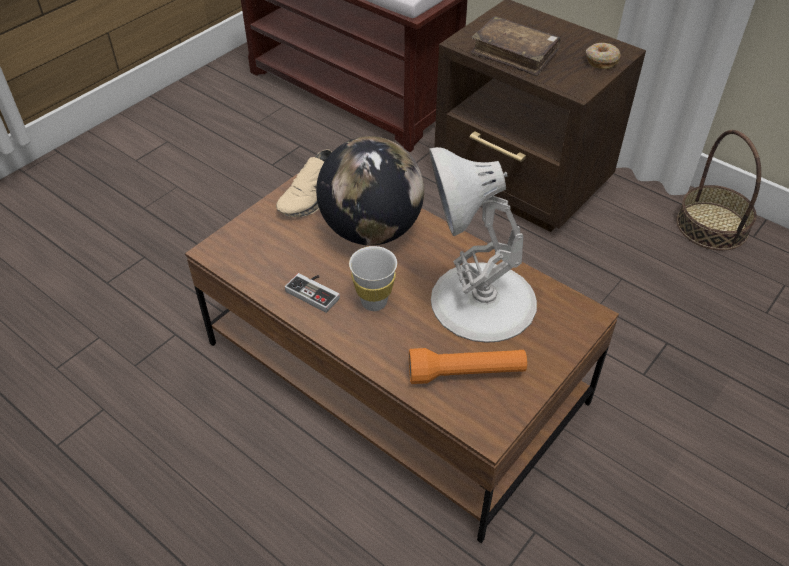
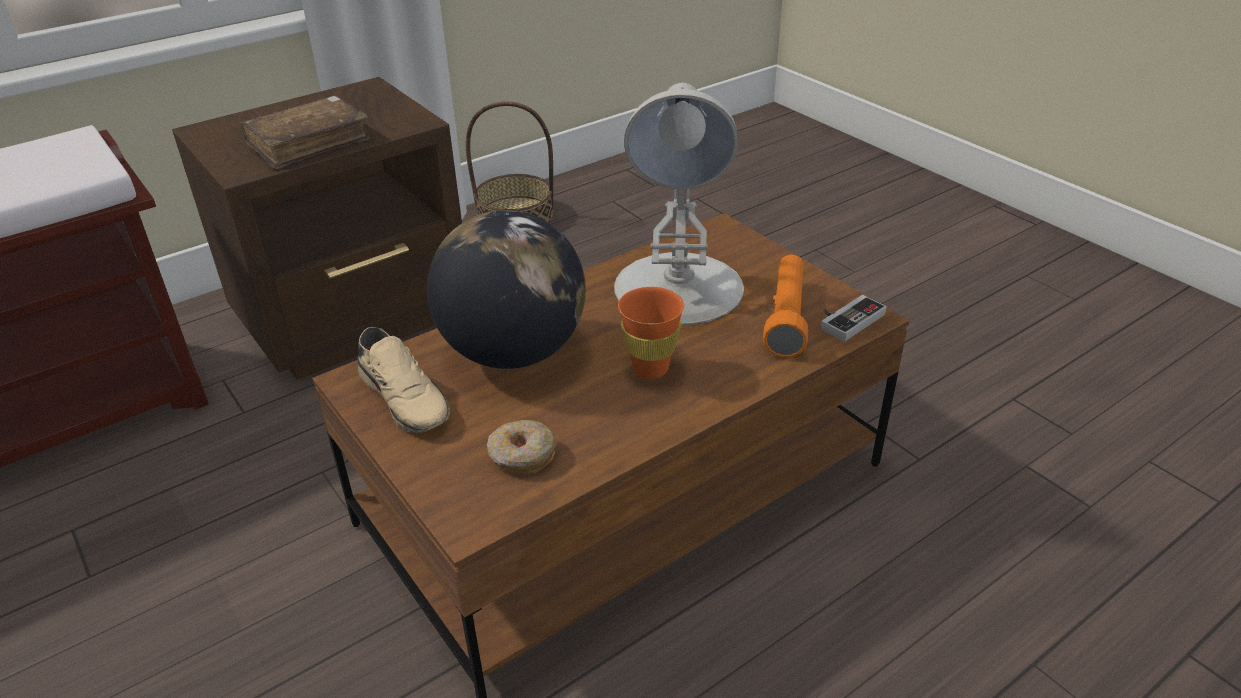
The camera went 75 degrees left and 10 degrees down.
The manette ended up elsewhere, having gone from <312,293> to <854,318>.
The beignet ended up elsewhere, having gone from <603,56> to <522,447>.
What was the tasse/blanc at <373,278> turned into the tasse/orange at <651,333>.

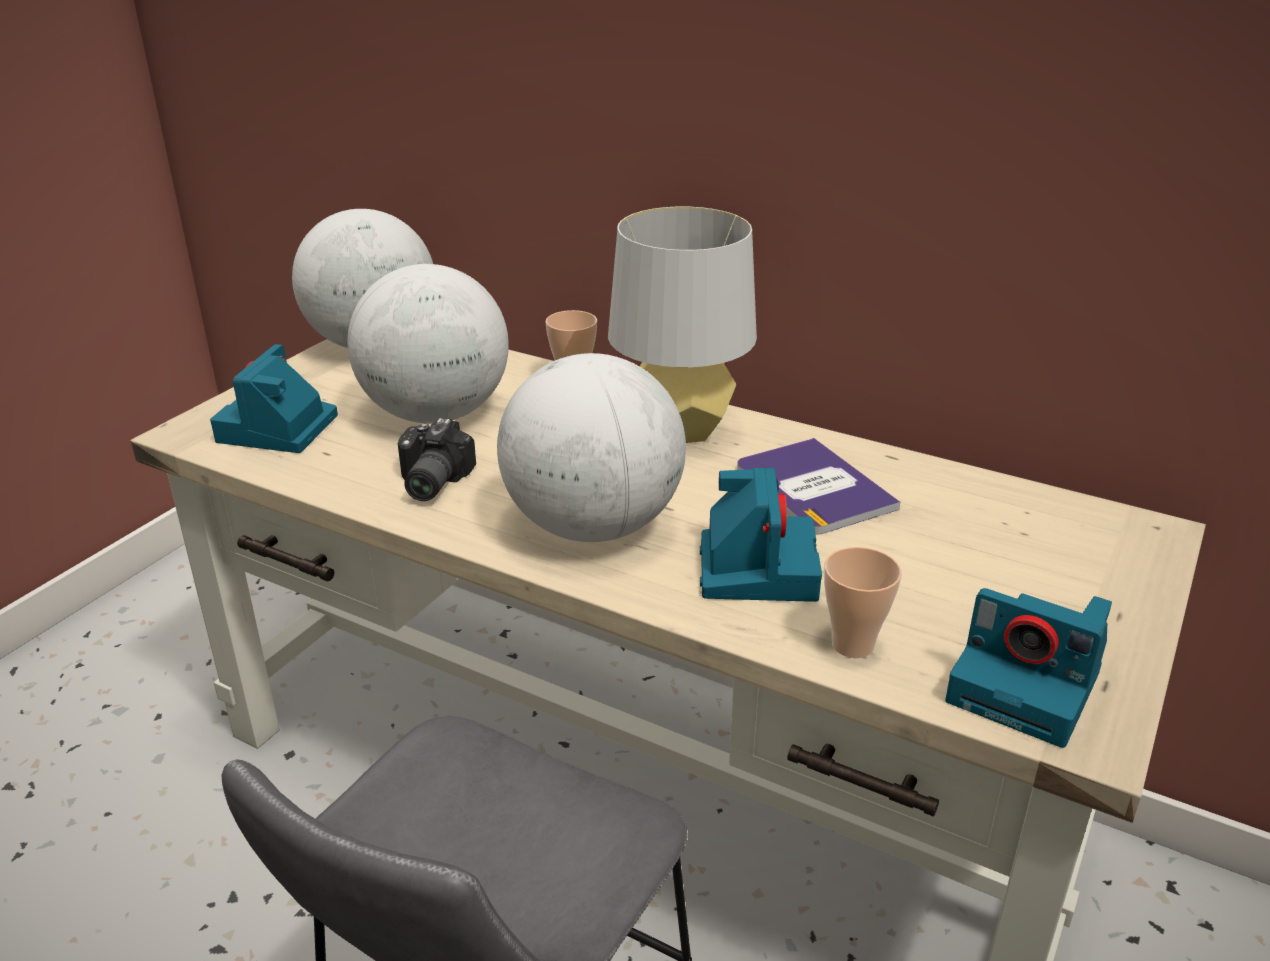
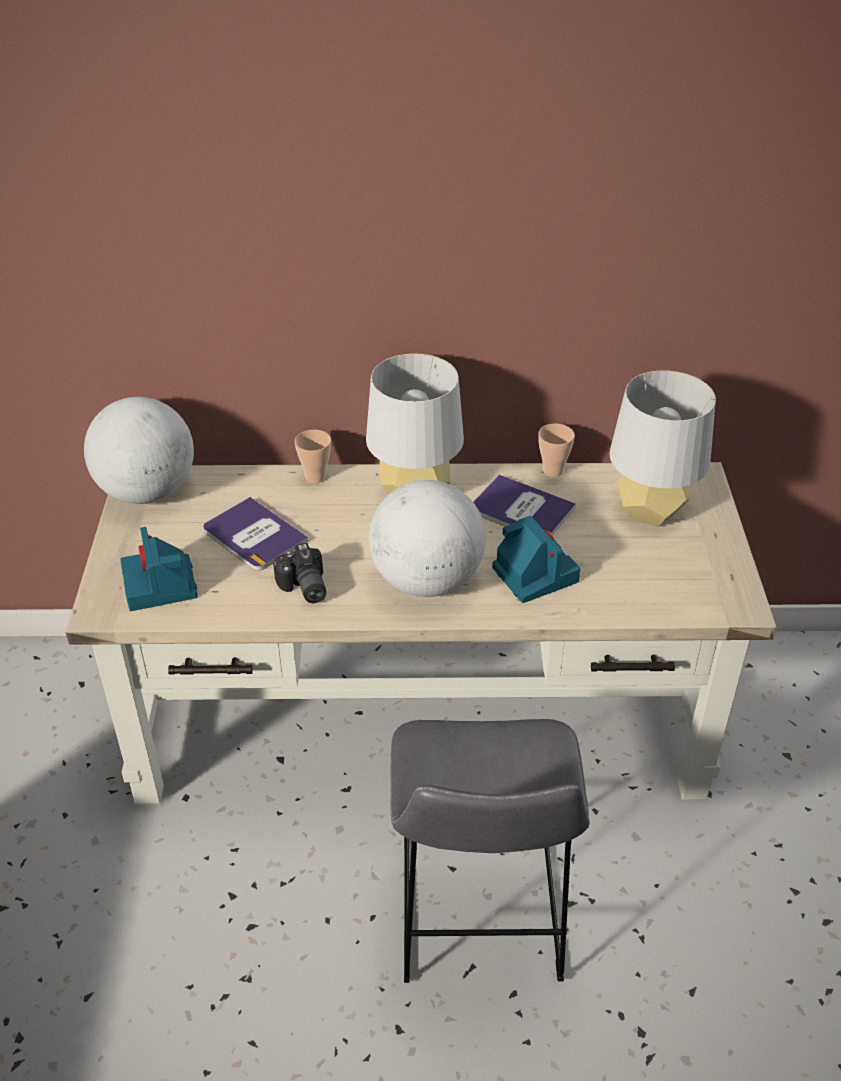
The camera went 30 degrees left and 10 degrees up.
The second view lost the appareil photo at <1028,668>.
The second view gained the lampe de table/gris at <662,448>.
The tasse ended up elsewhere, having gone from <863,602> to <556,450>.
Where the globe stood at <428,344>, the livre came to stand at <255,534>.

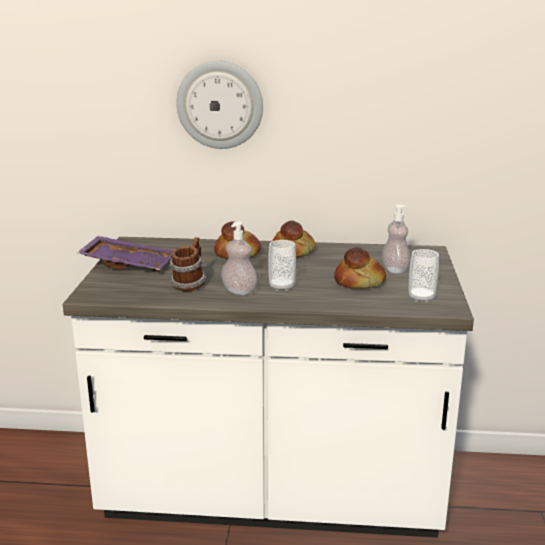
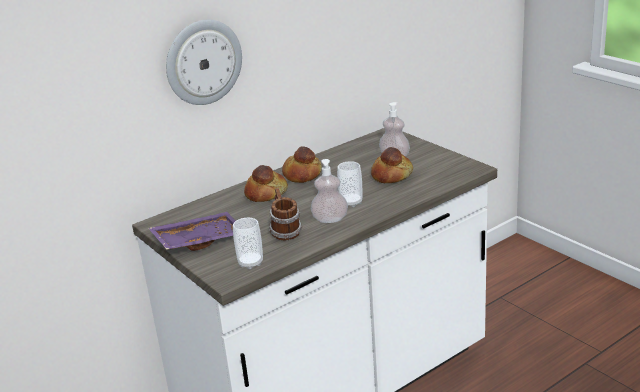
The camera went 40 degrees left and 5 degrees up.
The tasse ended up elsewhere, having gone from <424,276> to <248,243>.

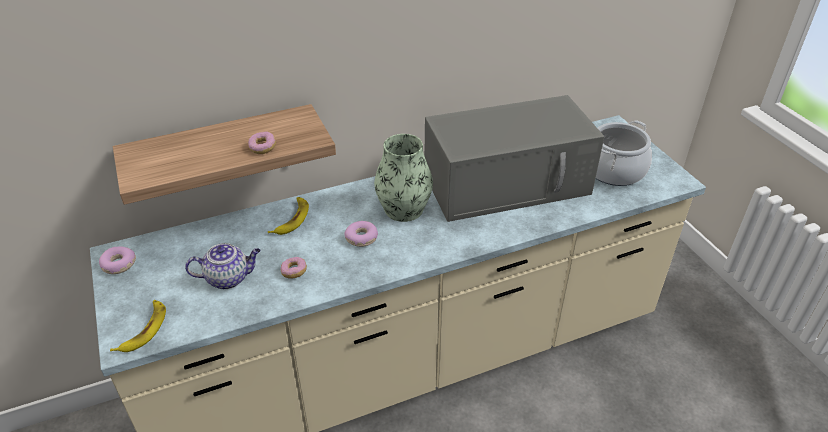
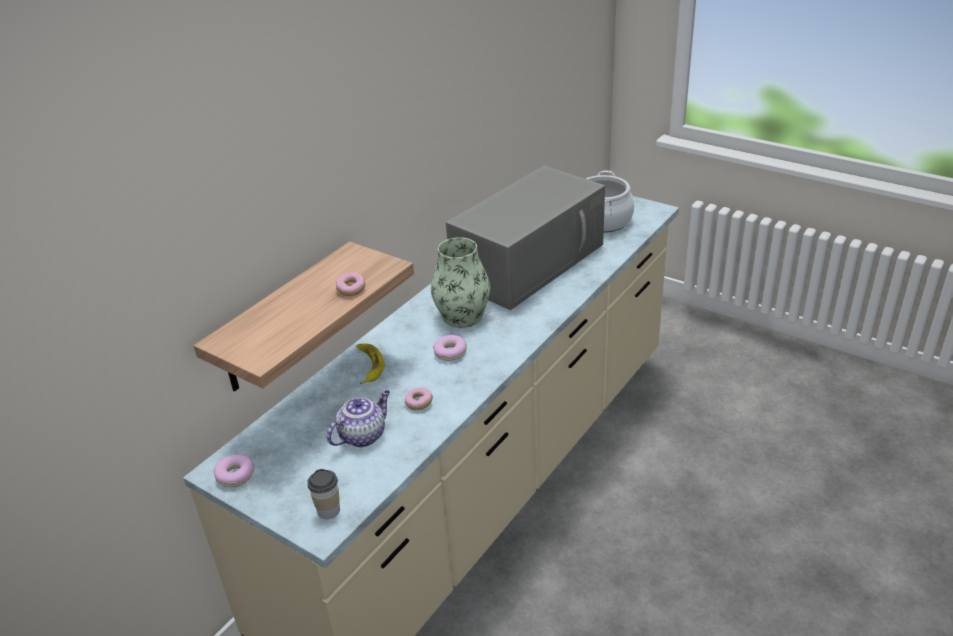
The camera went 30 degrees left and 5 degrees down.
Where the banane stood at <138,326>, the tasse came to stand at <323,494>.

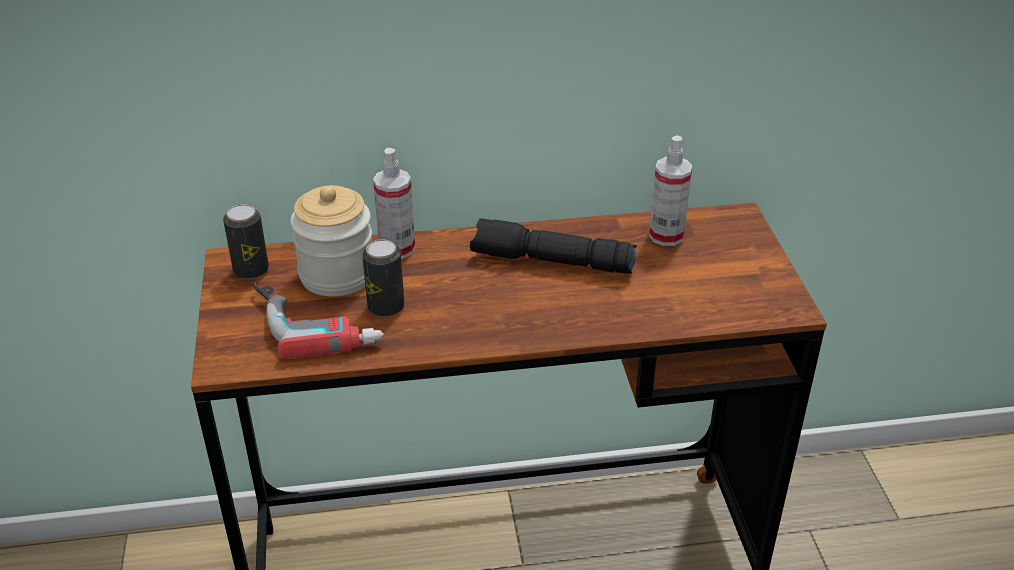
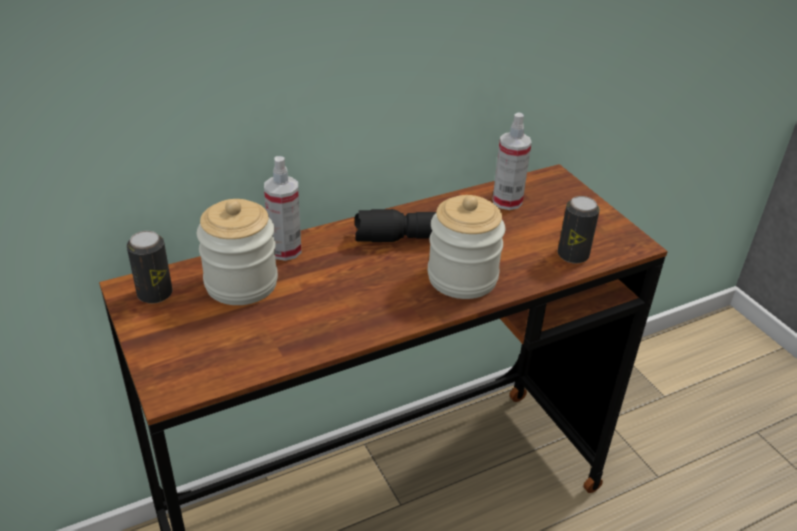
The camera went 20 degrees left and 0 degrees up.
The second view lost the perceuse at <318,320>.
The second view gained the bocal at <466,247>.
The boîte métallique ended up elsewhere, having gone from <383,278> to <579,230>.

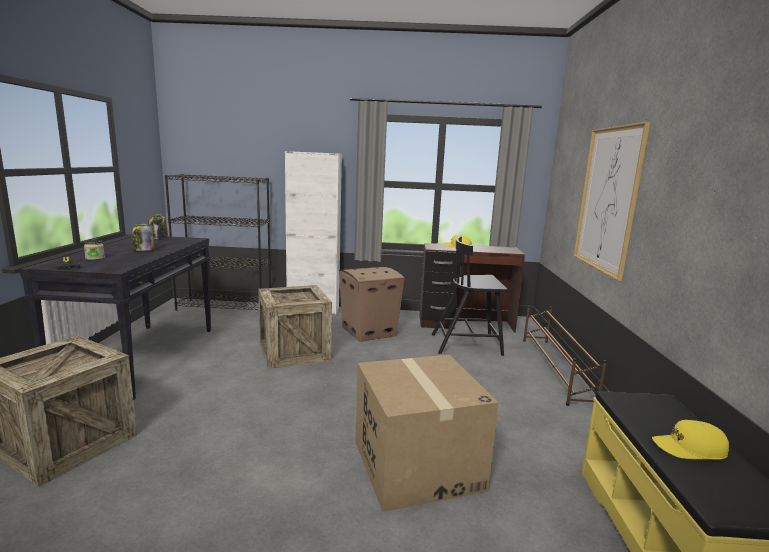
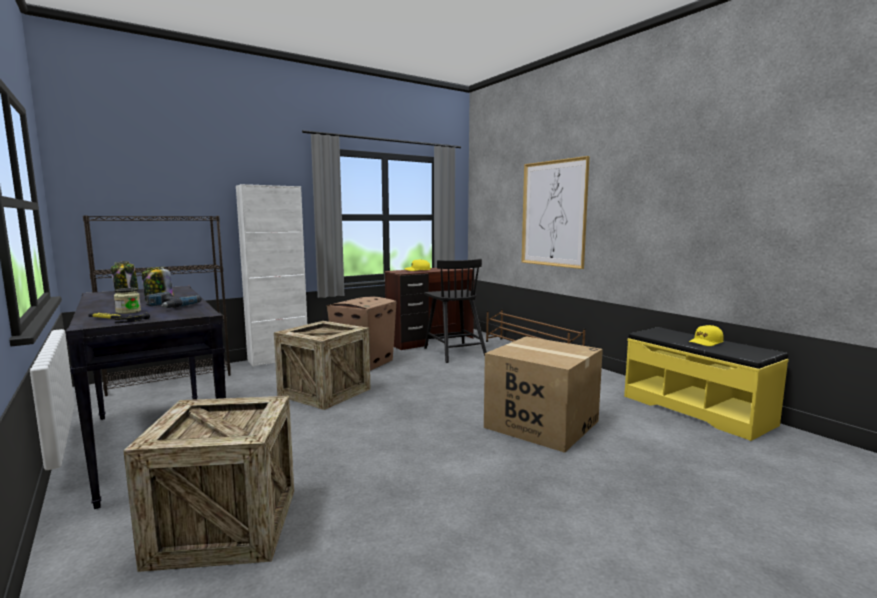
The camera went 35 degrees left and 5 degrees down.
The second view gained the perceuse at <174,300>.
The chaise/noir at <470,296> ended up facing another way, 75 degrees counterclockwise from before.

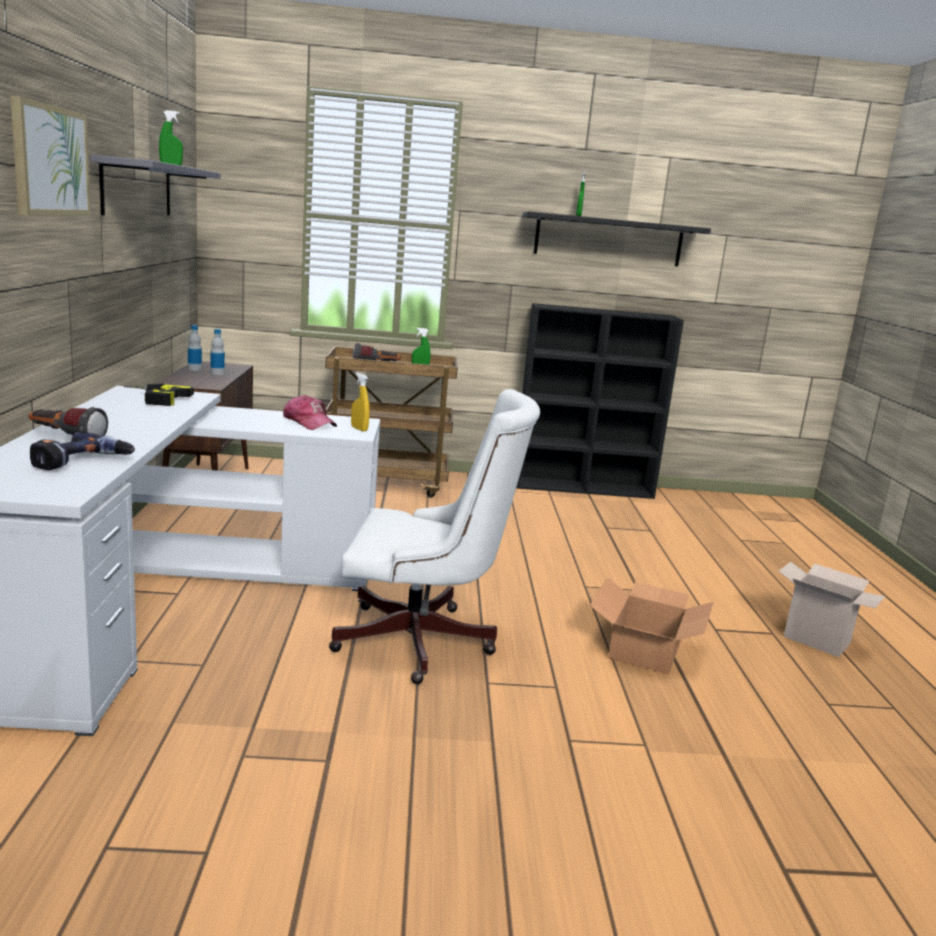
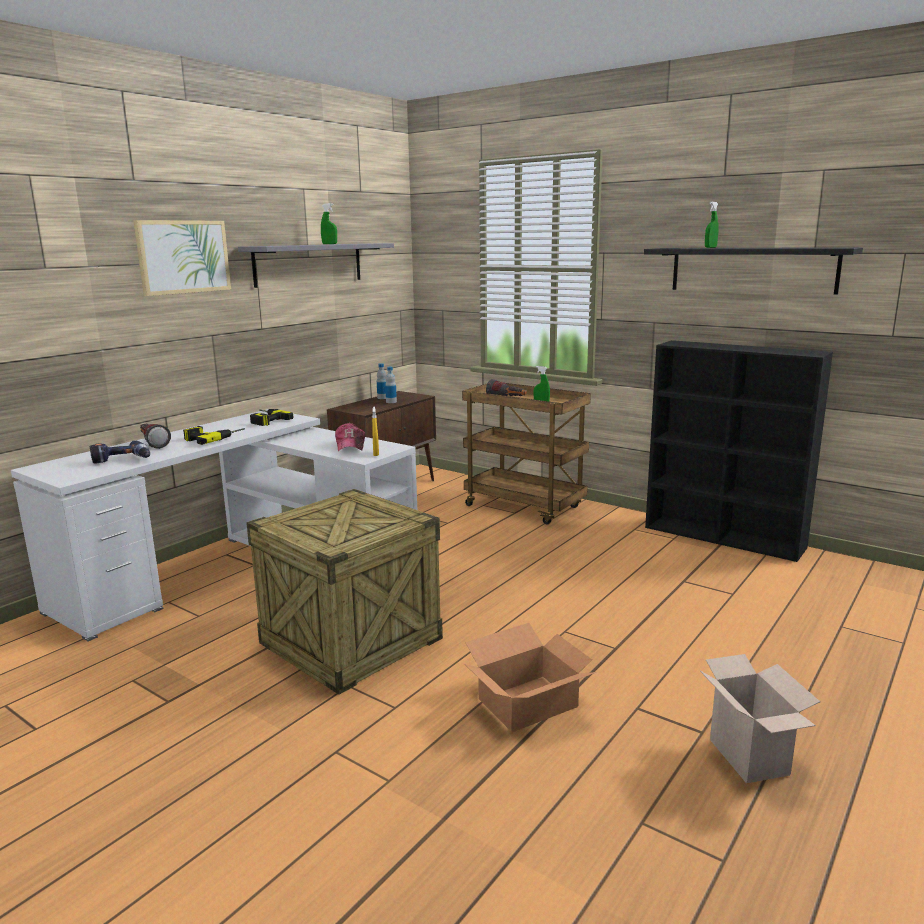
The camera went 40 degrees right and 0 degrees up.
The second view gained the perceuse at <214,435>.
Where the chaise de bureau/blanc stood at <434,536>, the caisse came to stand at <344,592>.

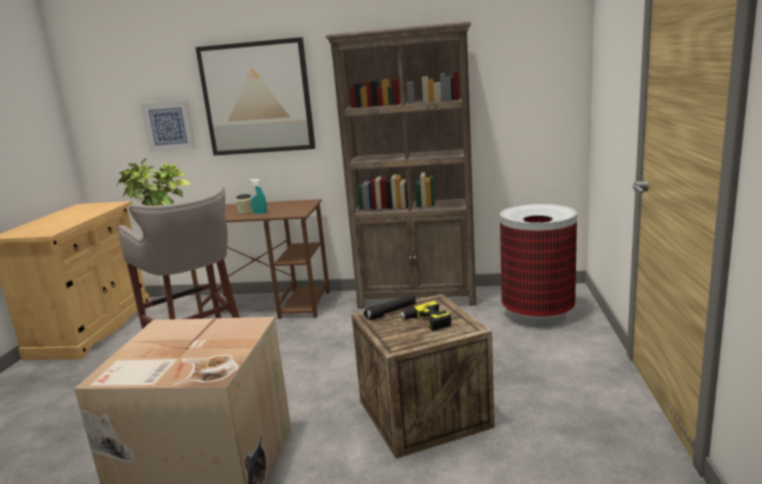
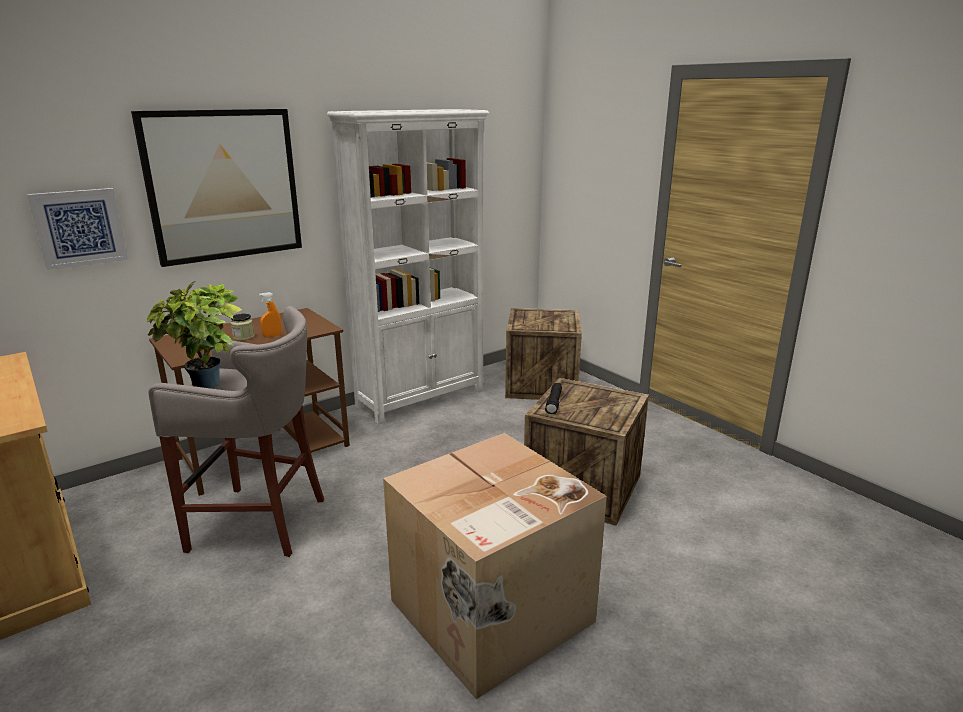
The camera went 45 degrees left and 5 degrees up.
The second view lost the perceuse at <417,316>.
Where the poubelle stood at <538,265>, the caisse came to stand at <543,354>.
What was the vaporisateur/turquoise at <258,196> turned into the vaporisateur/orange at <270,314>.
What was the bibliothèque/marron at <400,165> turned into the bibliothèque/blanc at <408,267>.

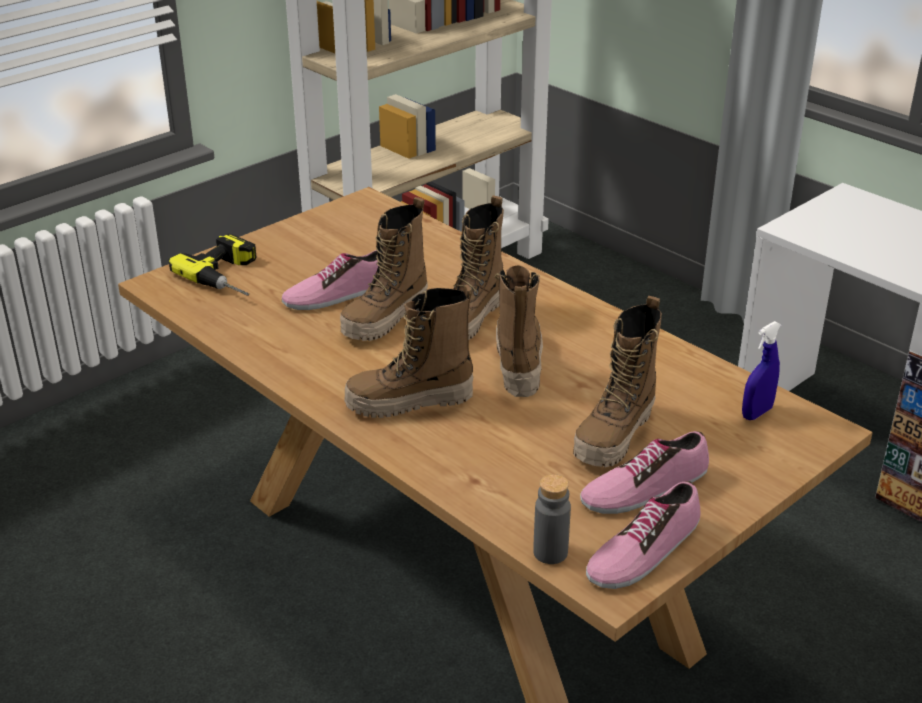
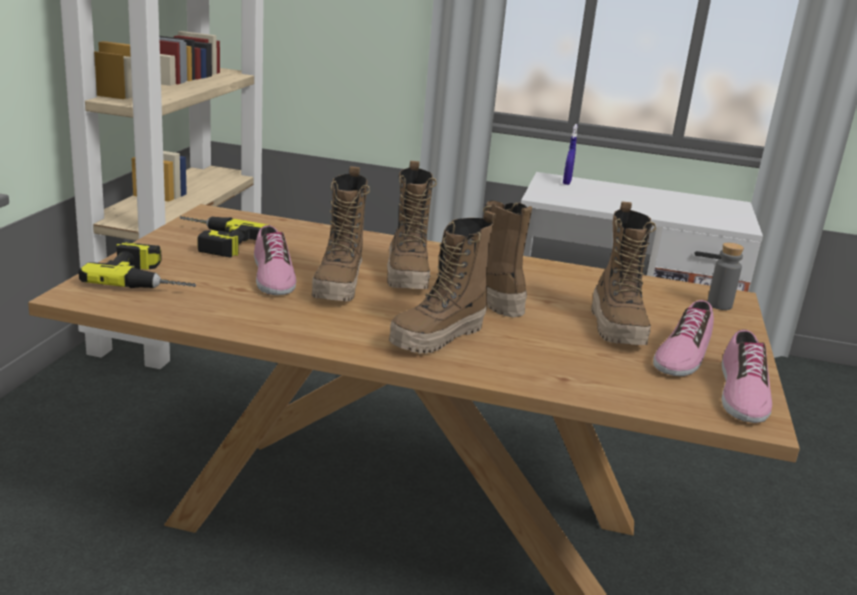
The camera went 35 degrees left and 10 degrees down.
The second view gained the perceuse at <223,237>.
The bouteille/gris ended up elsewhere, having gone from <552,519> to <725,276>.
The vaporisateur/bleu ended up elsewhere, having gone from <761,370> to <570,154>.
The chaussure at <330,280> ended up facing another way, 45 degrees counterclockwise from before.

